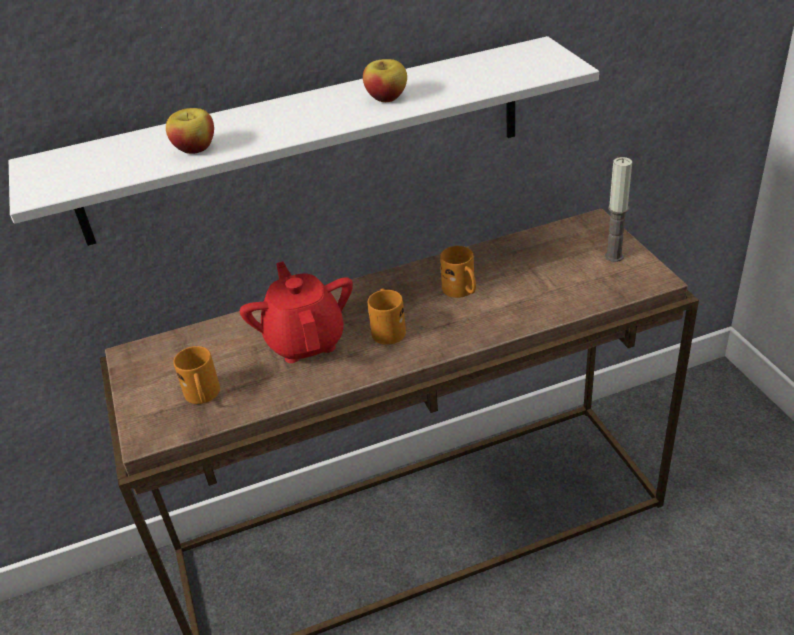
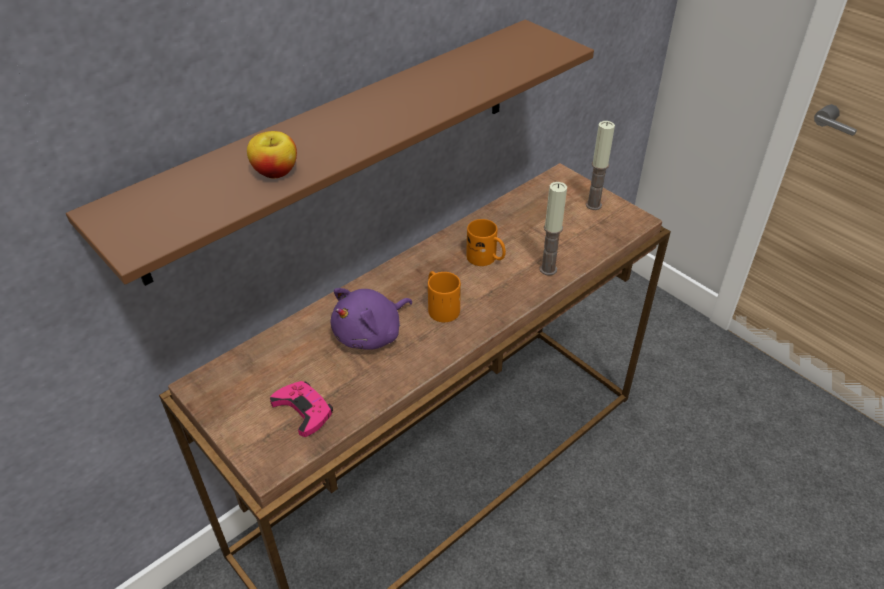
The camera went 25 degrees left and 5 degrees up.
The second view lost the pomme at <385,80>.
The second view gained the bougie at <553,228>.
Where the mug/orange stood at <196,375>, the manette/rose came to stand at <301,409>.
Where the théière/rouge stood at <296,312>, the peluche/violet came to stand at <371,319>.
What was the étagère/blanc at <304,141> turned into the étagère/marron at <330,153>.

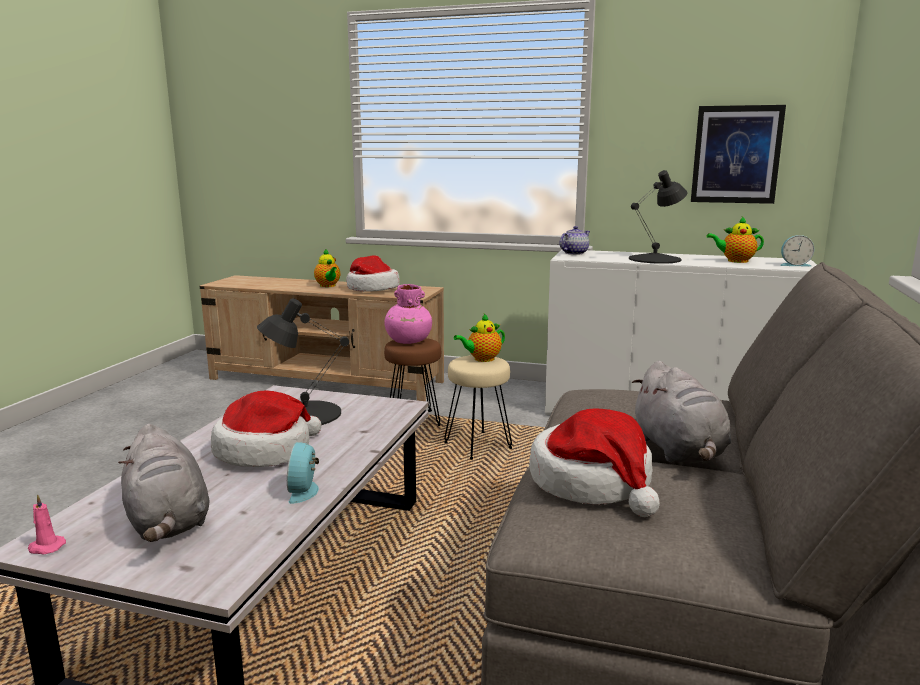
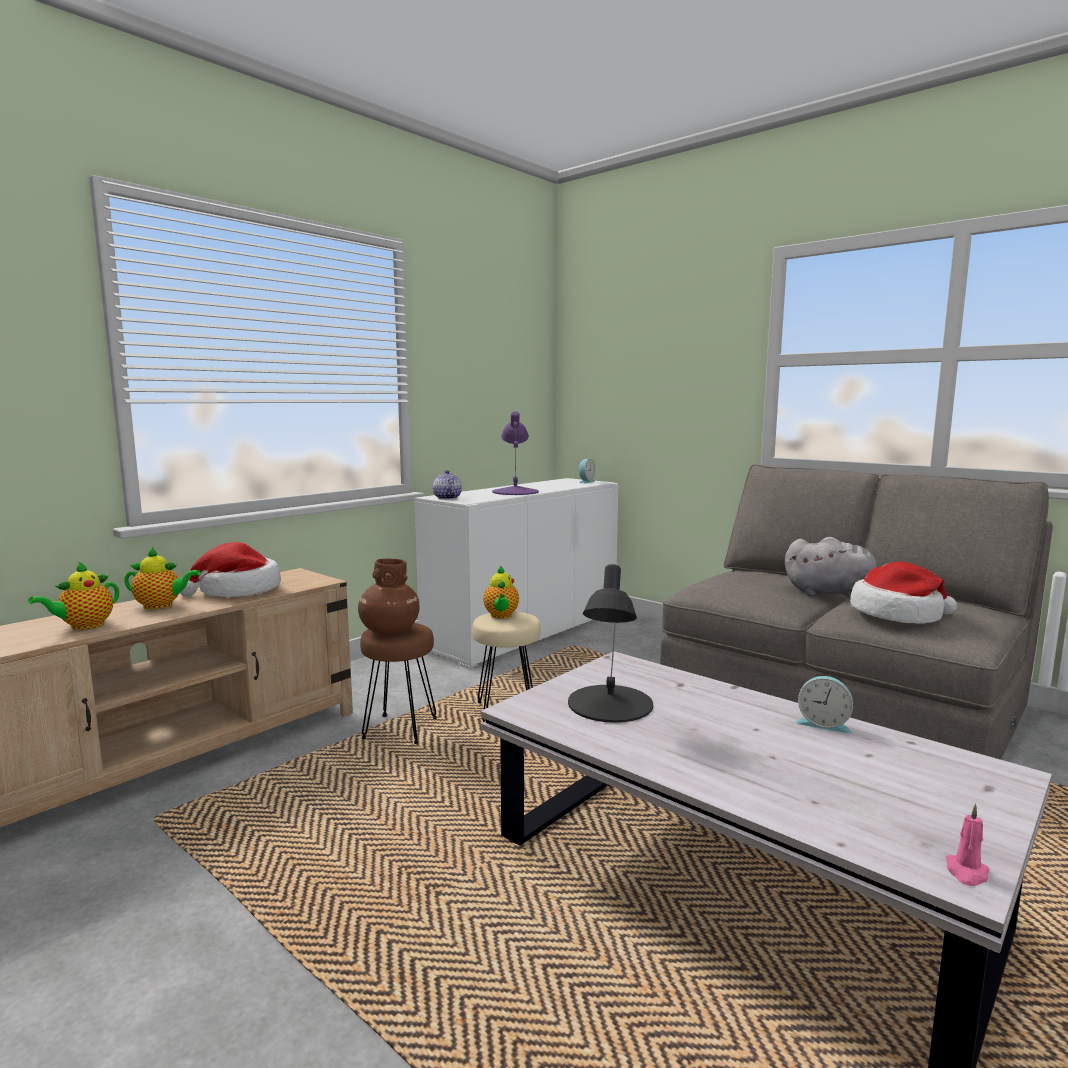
The camera went 65 degrees left and 5 degrees down.
The second view lost the peluche/gris at <163,483>.
The second view lost the chapeau at <266,428>.
The second view lost the tableau at <738,154>.
The théière ended up elsewhere, having gone from <735,239> to <73,595>.
What was the vase/rose at <408,314> turned into the vase/marron at <388,597>.
What was the lampe de table/noir at <658,217> turned into the lampe de table/violet at <515,453>.

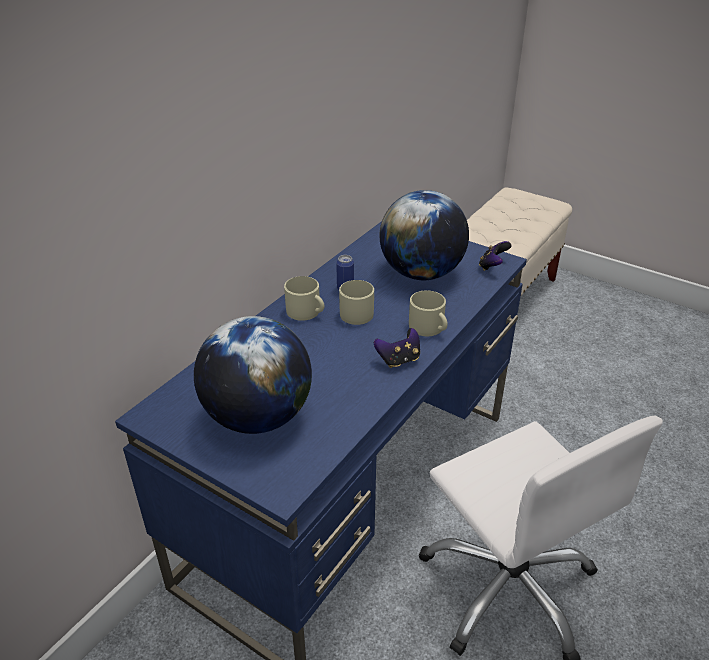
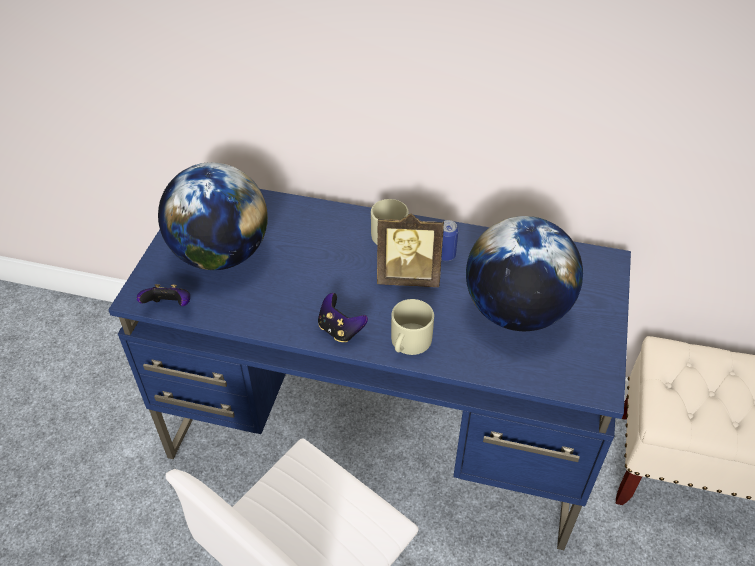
The camera went 70 degrees right and 10 degrees up.
The manette ended up elsewhere, having gone from <495,256> to <163,295>.
Where the mug/beige stood at <356,302>, the cadre photo came to stand at <410,250>.

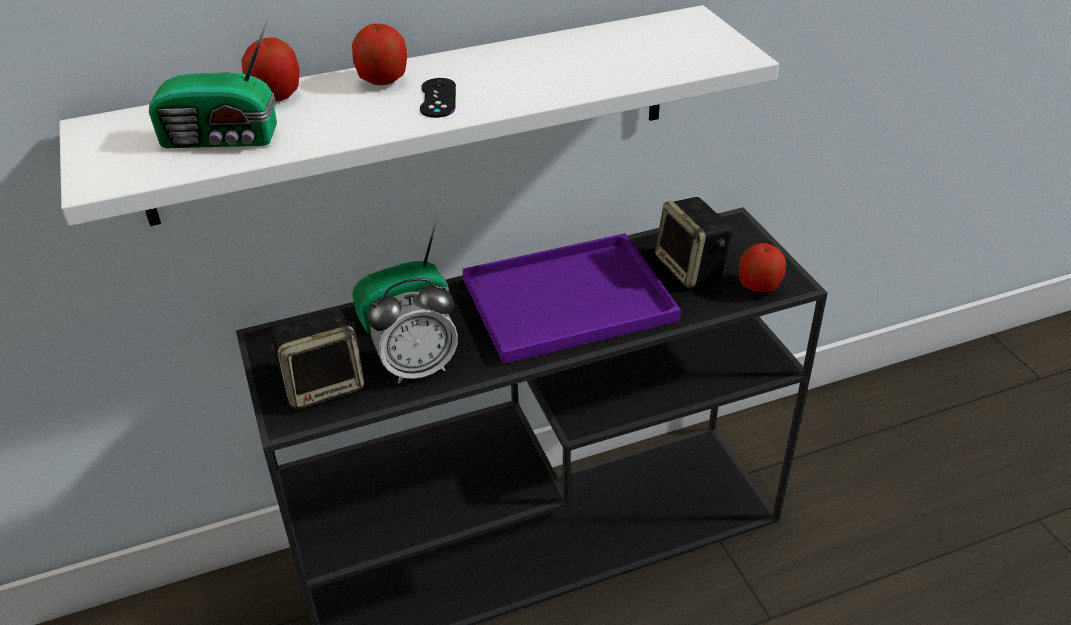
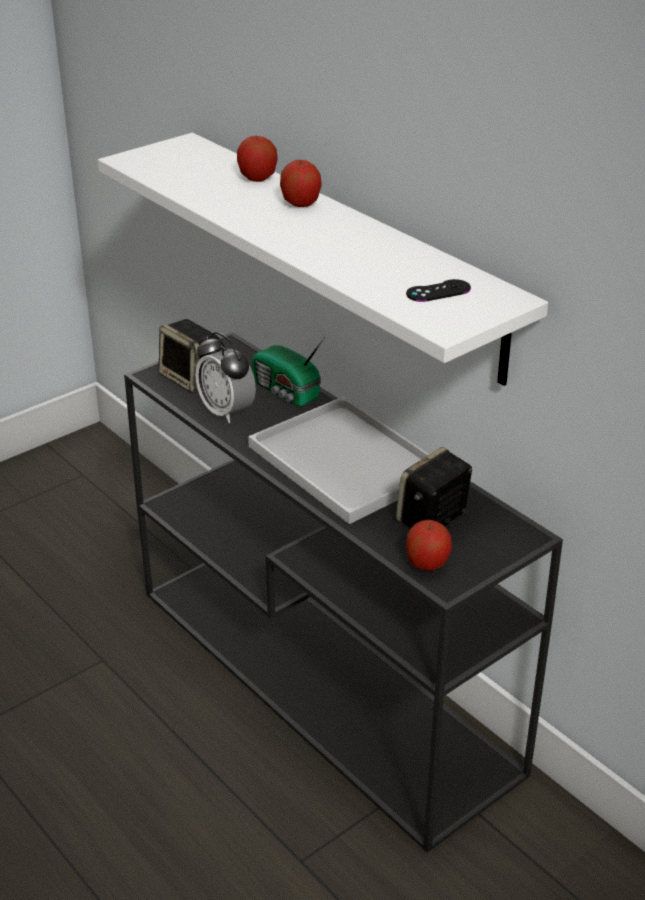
The camera went 70 degrees right and 5 degrees down.
The second view lost the radio at <213,84>.
The manette/noir ended up elsewhere, having gone from <438,98> to <438,290>.
What was the plateau/violet at <571,298> turned into the plateau/blanc at <338,460>.

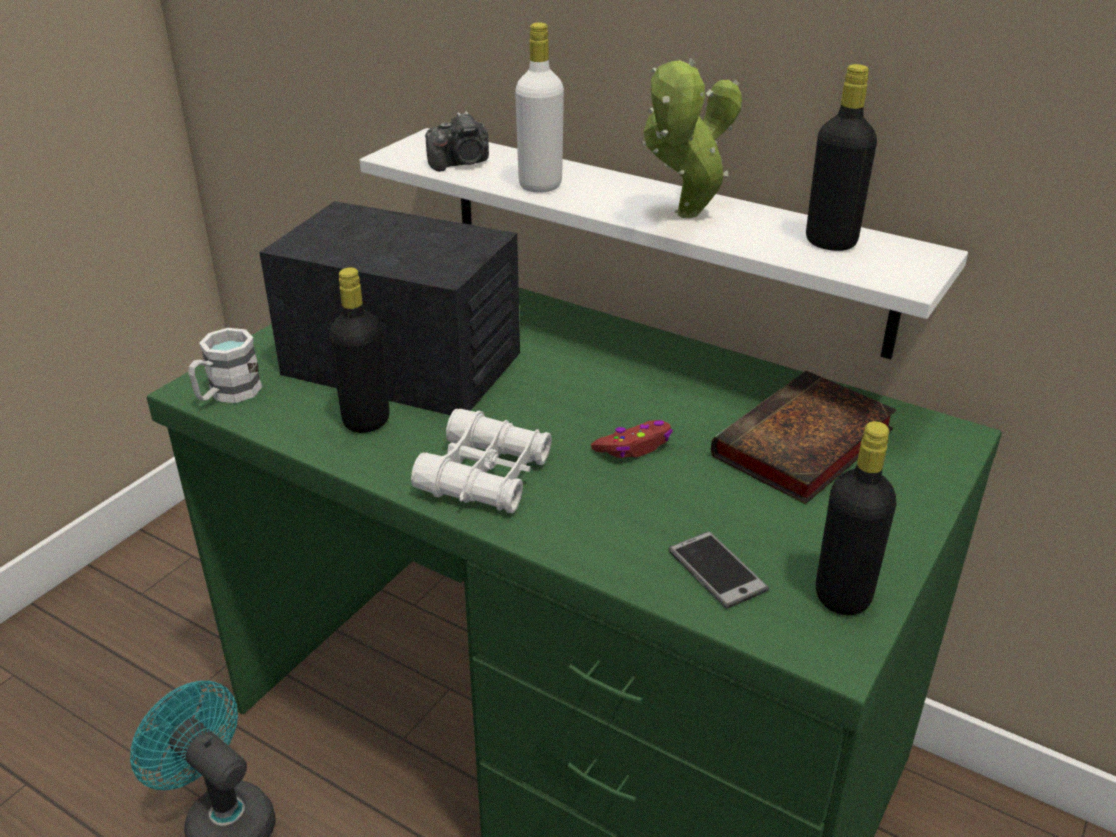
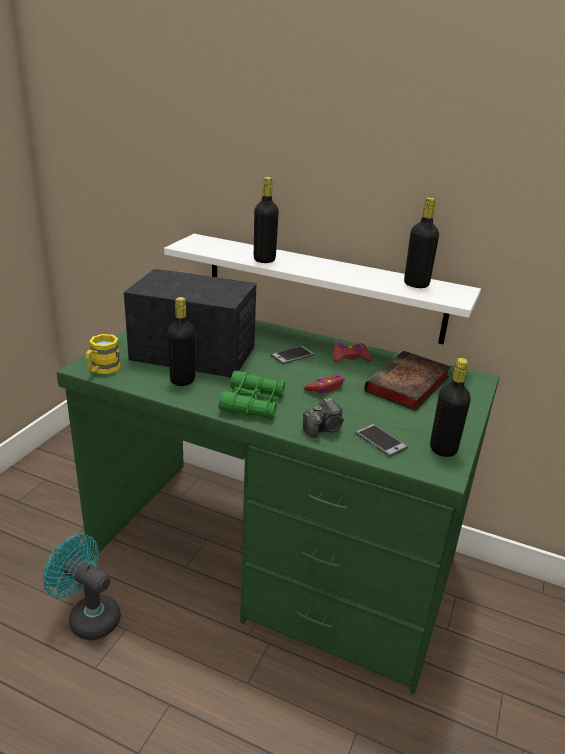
The camera went 10 degrees left and 5 degrees down.
The second view lost the plante en pot at <692,138>.
The second view gained the téléphone at <293,355>.
The second view gained the manette/rouge at <352,352>.
The appareil photo ended up elsewhere, having gone from <457,141> to <323,418>.
What was the mug/blanc at <225,365> turned into the mug/jaune at <103,354>.
What was the jumelles/blanc at <481,461> turned into the jumelles/vert at <252,395>.
What was the bouteille/blanc at <539,108> turned into the bouteille/noir at <266,220>.

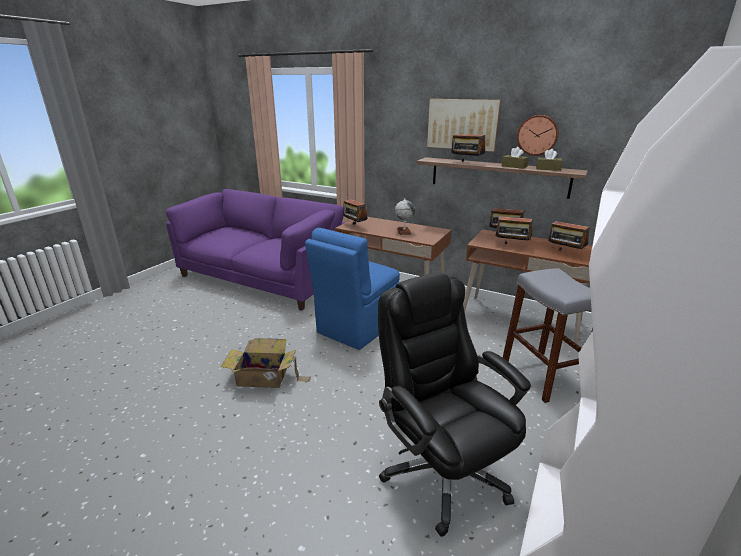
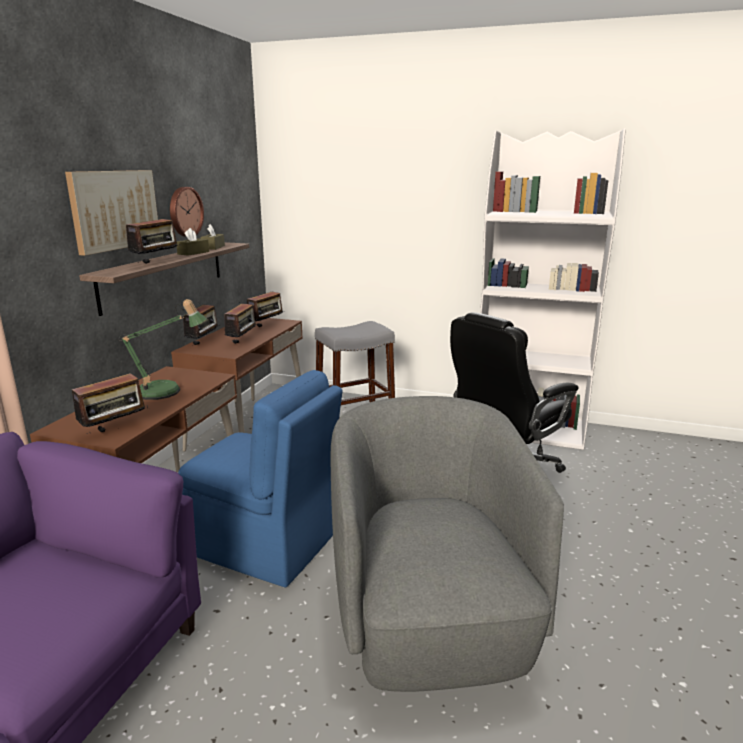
The camera went 100 degrees left and 5 degrees down.
Where the carton stood at <266,363>, the fauteuil/gris came to stand at <447,544>.
Where the globe stood at <405,216>, the lampe de table came to stand at <163,349>.

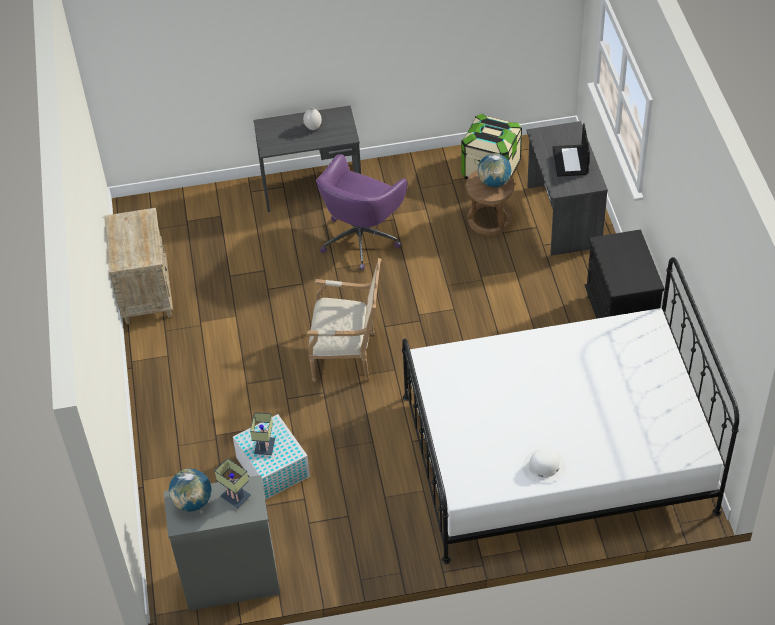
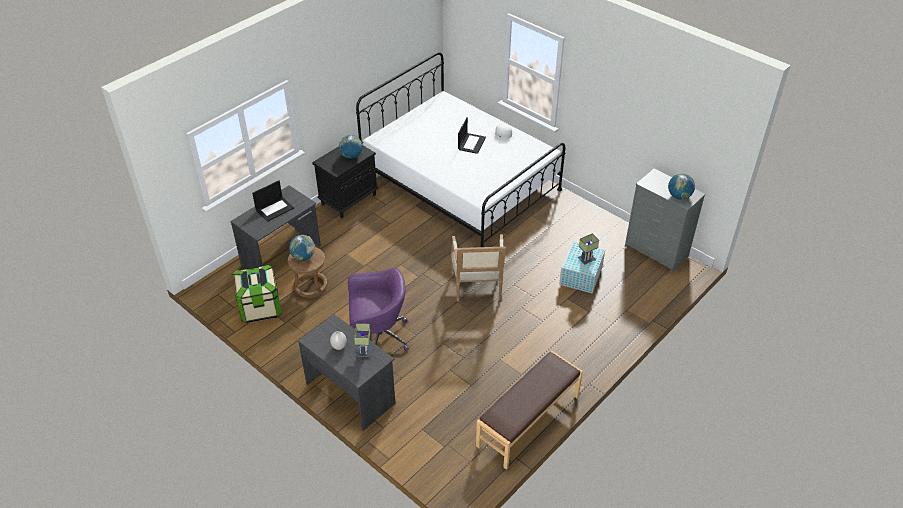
The camera went 130 degrees left and 5 degrees down.
The second view gained the globe at <351,147>.
The second view gained the ordinateur portable at <472,135>.
The lampe de table ended up elsewhere, having gone from <233,483> to <363,340>.
Where the table de chevet/beige stood at <138,266>, the banc/marron came to stand at <529,410>.
The fauteuil at <344,320> ended up facing another way, 150 degrees counterclockwise from before.

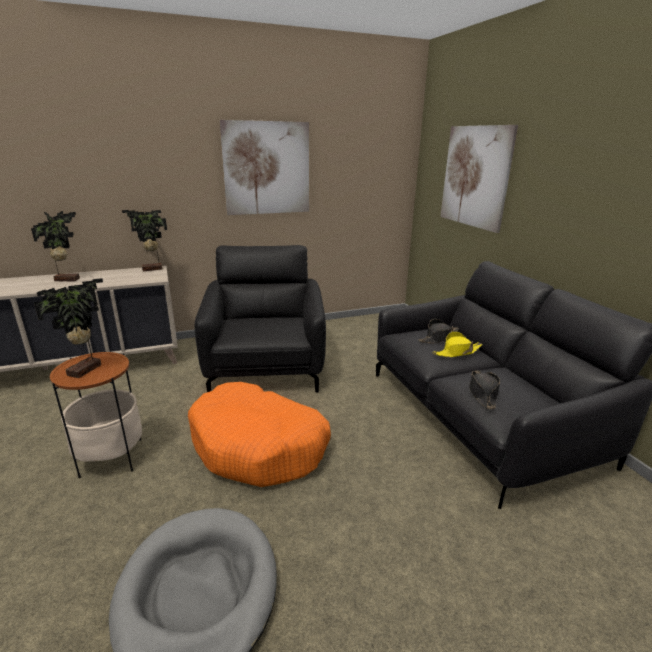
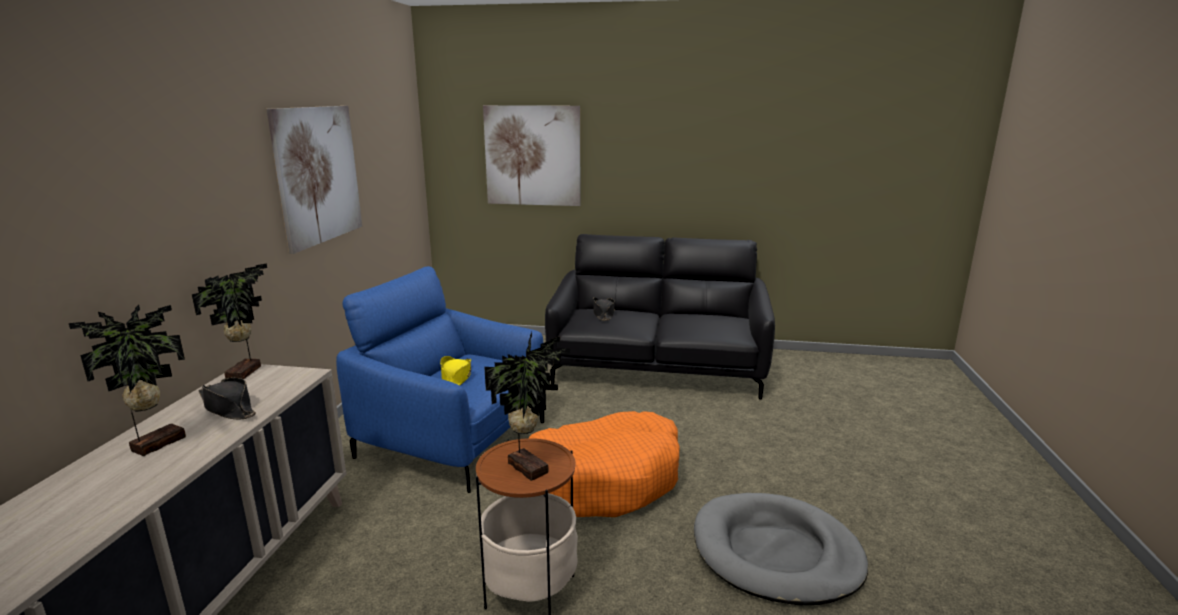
The camera went 60 degrees left and 5 degrees down.
The chapeau/jaune ended up elsewhere, having gone from <458,344> to <455,370>.
The chapeau/noir ended up elsewhere, having gone from <484,389> to <227,398>.
What was the fauteuil/noir at <260,319> turned into the fauteuil/bleu at <440,379>.

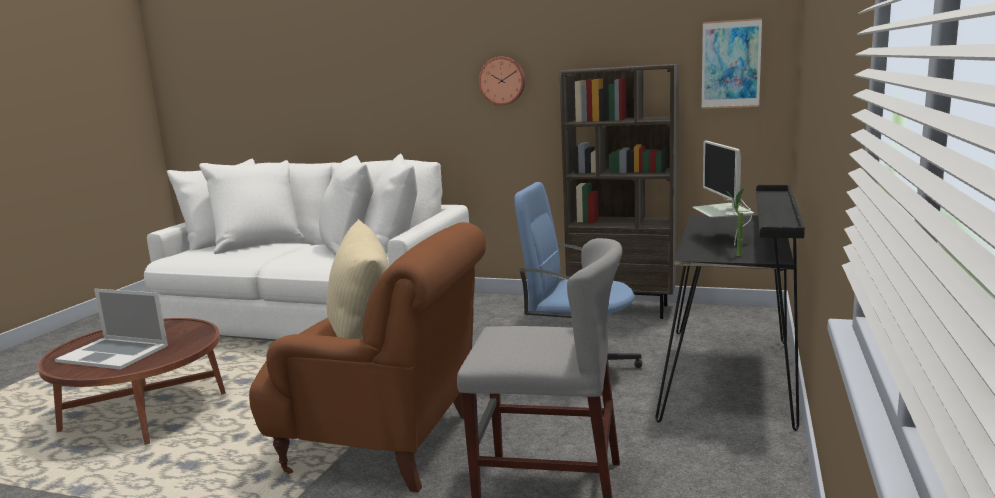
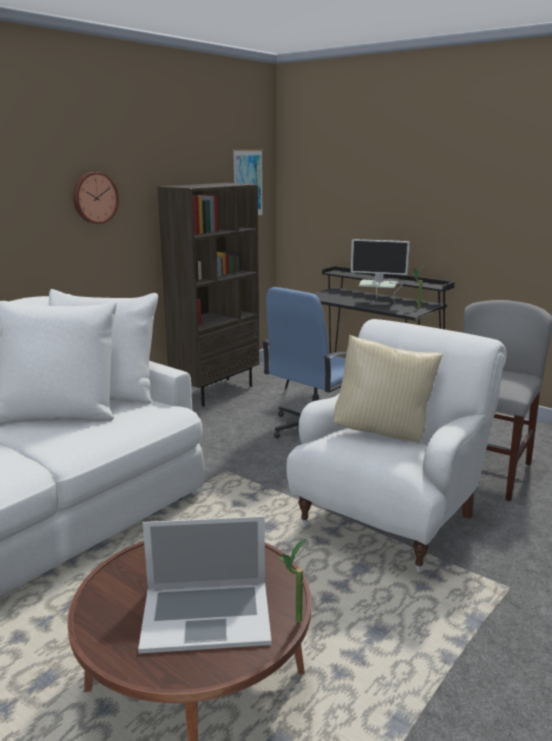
The camera went 70 degrees left and 5 degrees up.
The second view gained the plante en pot at <292,580>.
What was the fauteuil/marron at <367,357> turned into the fauteuil/blanc at <397,445>.
The ordinateur portable at <111,329> ended up facing another way, 45 degrees clockwise from before.

